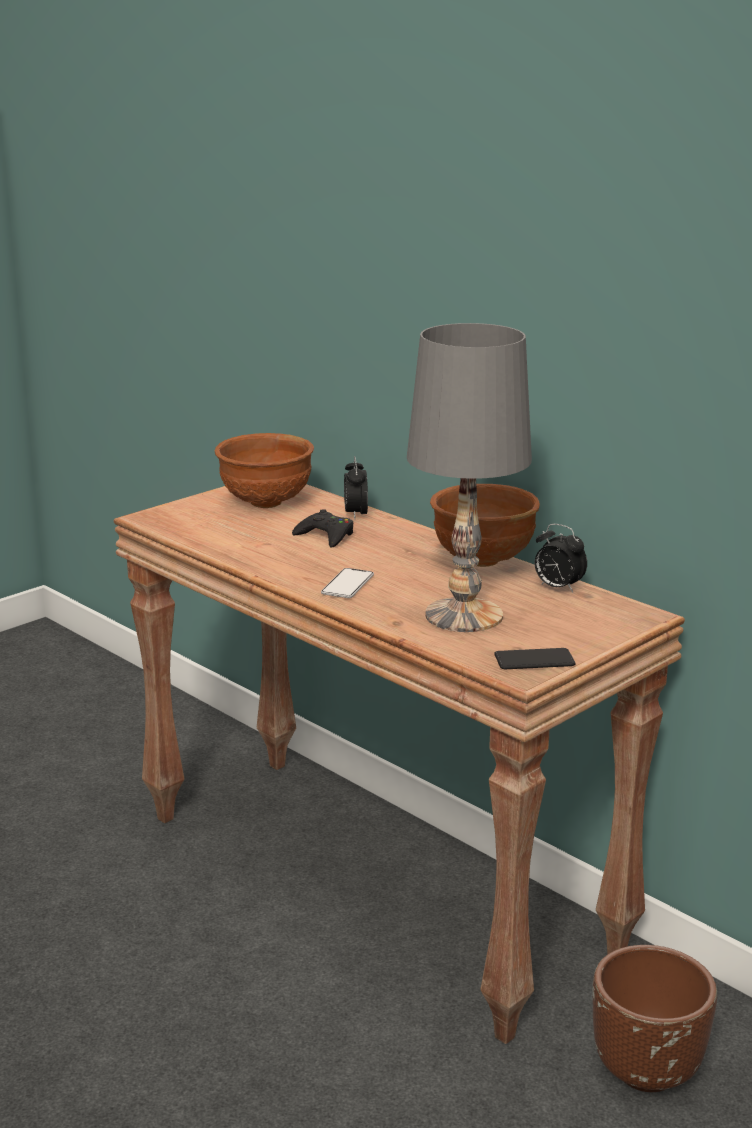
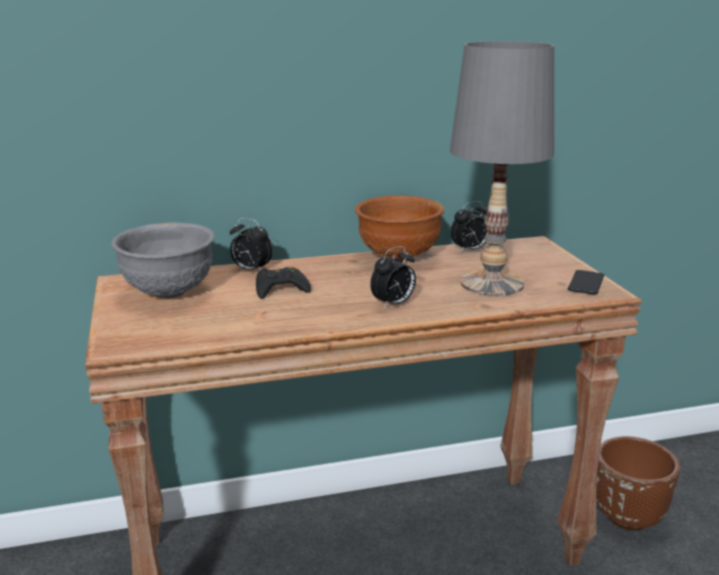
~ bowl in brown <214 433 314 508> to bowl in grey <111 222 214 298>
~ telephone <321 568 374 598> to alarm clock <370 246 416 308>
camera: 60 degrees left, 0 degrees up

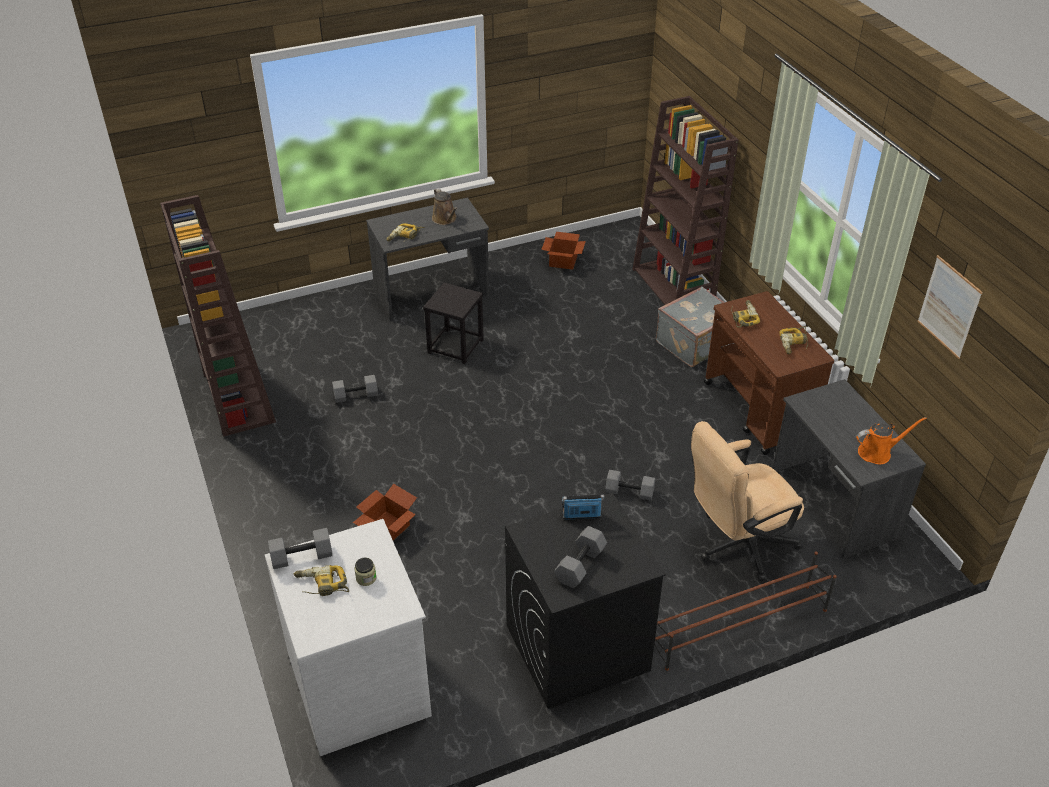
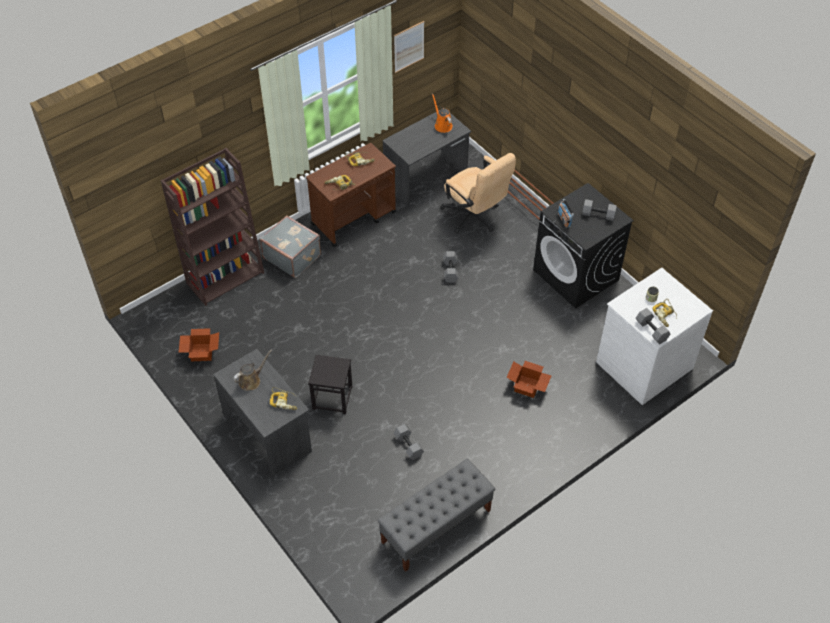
~ bookcase in brown <160 195 276 437> to bench in grey <378 458 495 572>
camera: 105 degrees left, 10 degrees up

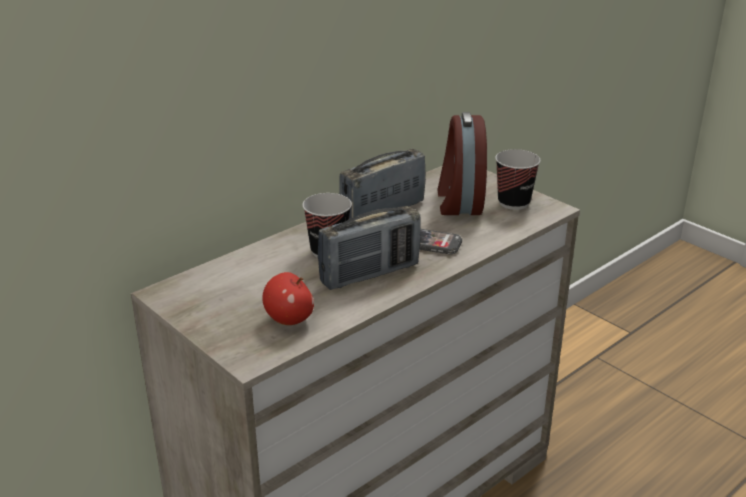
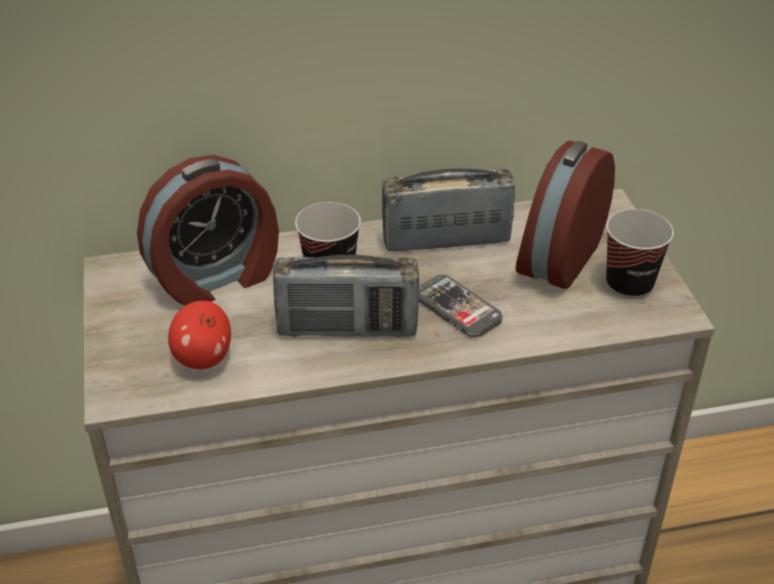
+ alarm clock <137 155 279 306>
camera: 30 degrees right, 10 degrees up

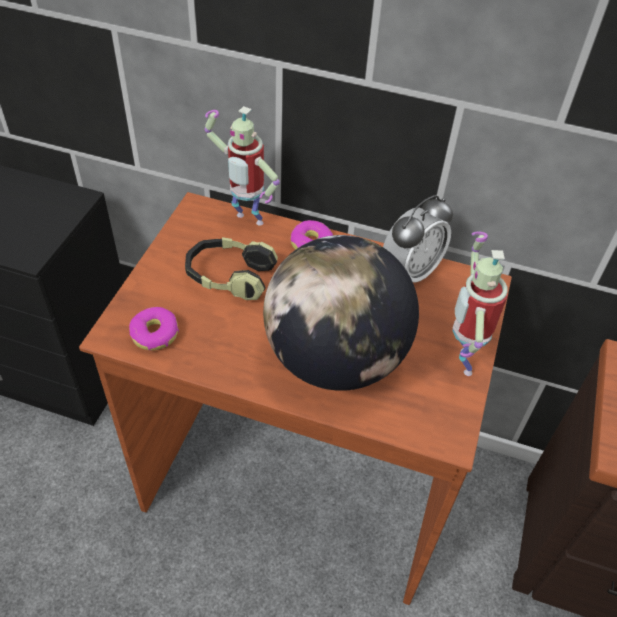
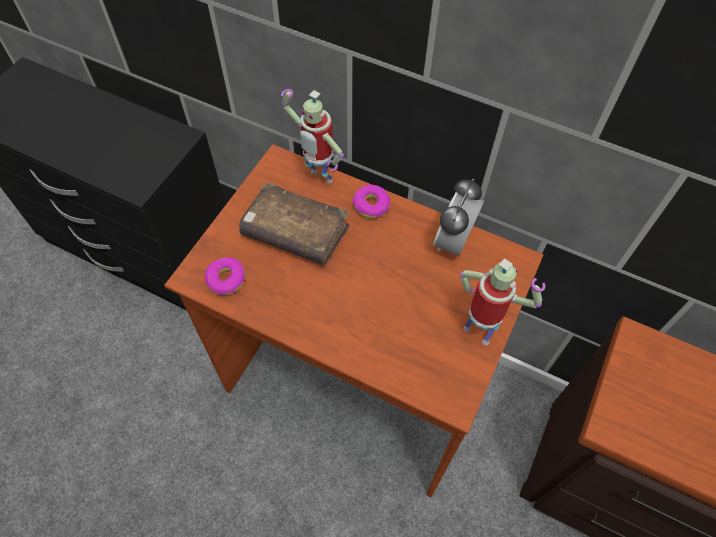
~ alarm clock <383 195 453 283> = <433 178 484 256> 150 degrees clockwise
~ toy robot <452 231 508 376> = <460 258 545 345> 120 degrees clockwise
- globe <263 235 419 391>
~ pair of headphones <185 237 278 300> to book in brown <239 182 350 266>
camera: 10 degrees right, 10 degrees up

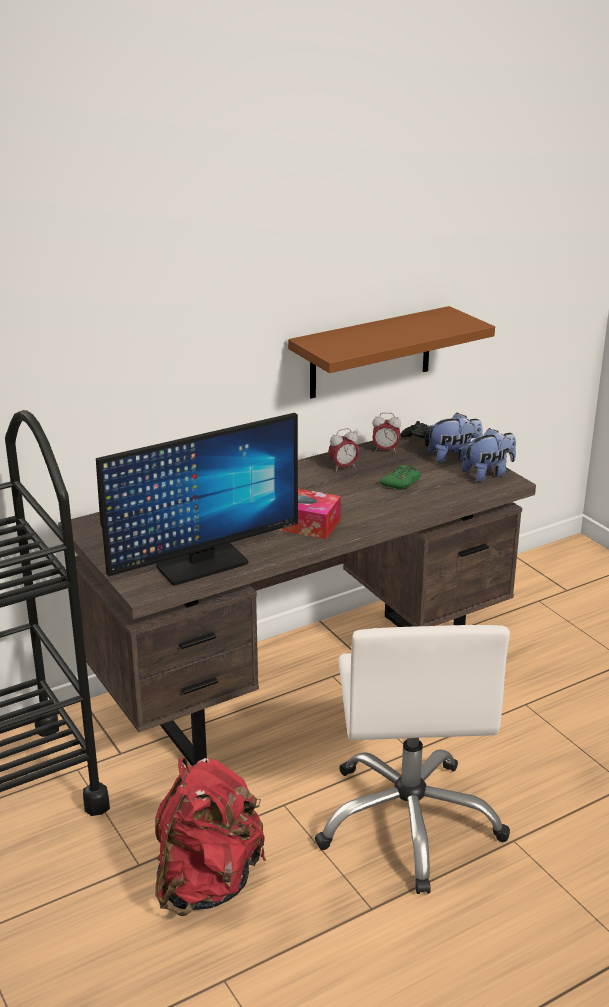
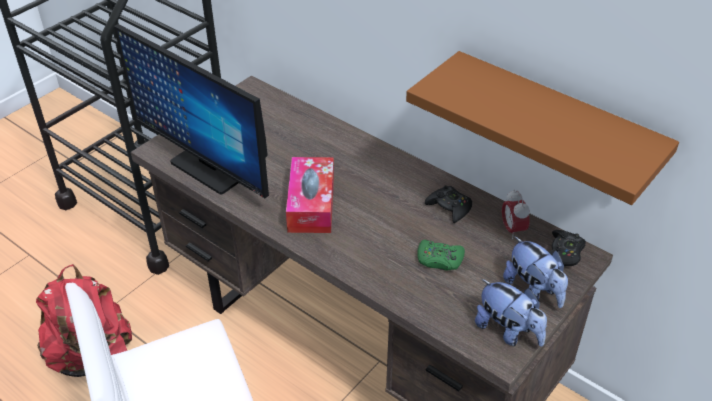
~ alarm clock <328 428 359 471> to game controller in black-coloured <425 185 472 223>
camera: 70 degrees right, 15 degrees up

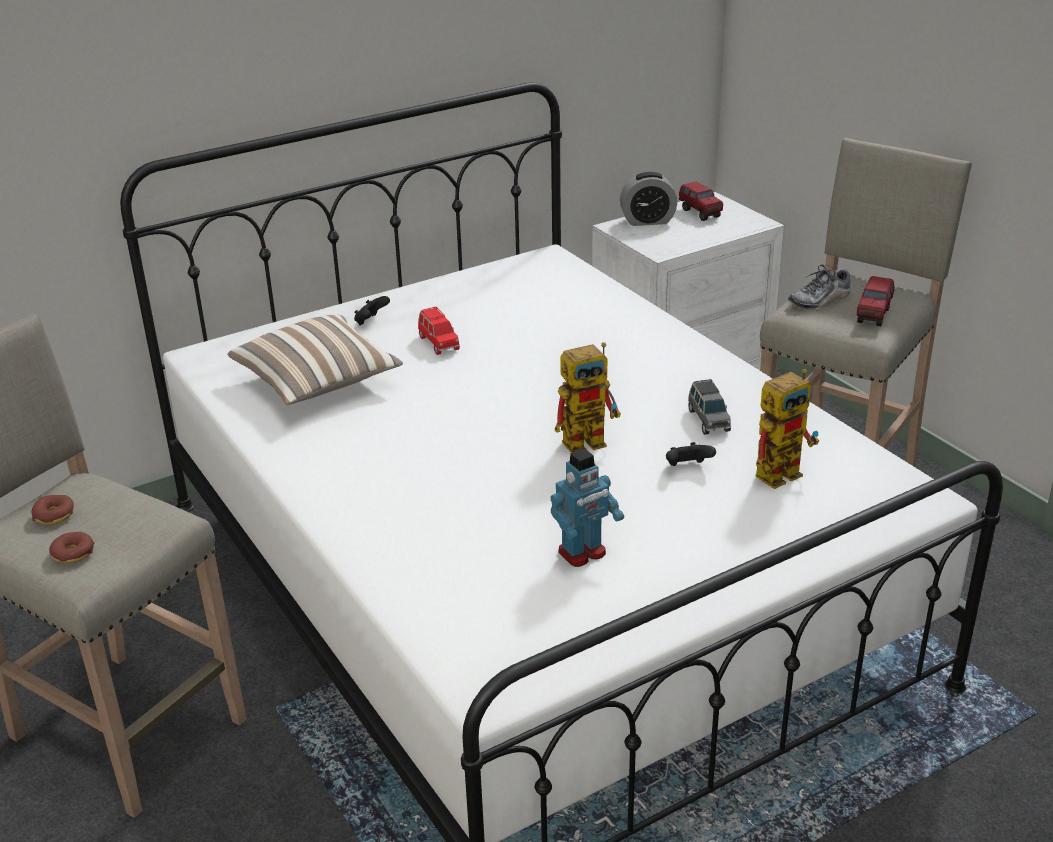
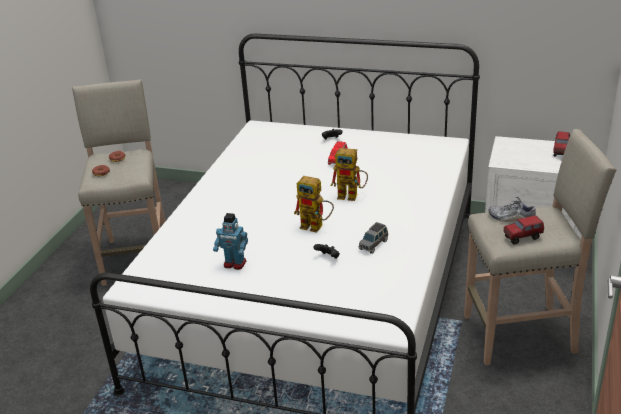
- alarm clock <620 172 677 226>
- throw pillow <228 314 403 405>
~ toy robot <755 369 820 489> to <331 148 368 201>
camera: 50 degrees right, 0 degrees up

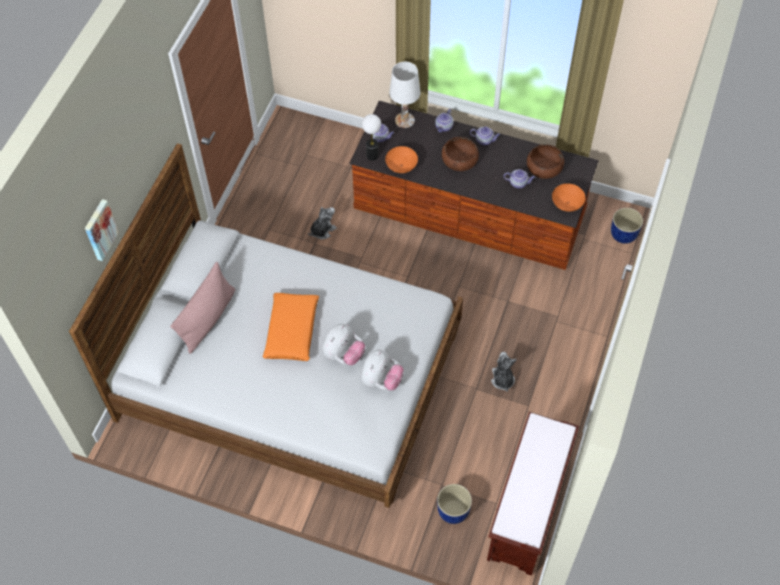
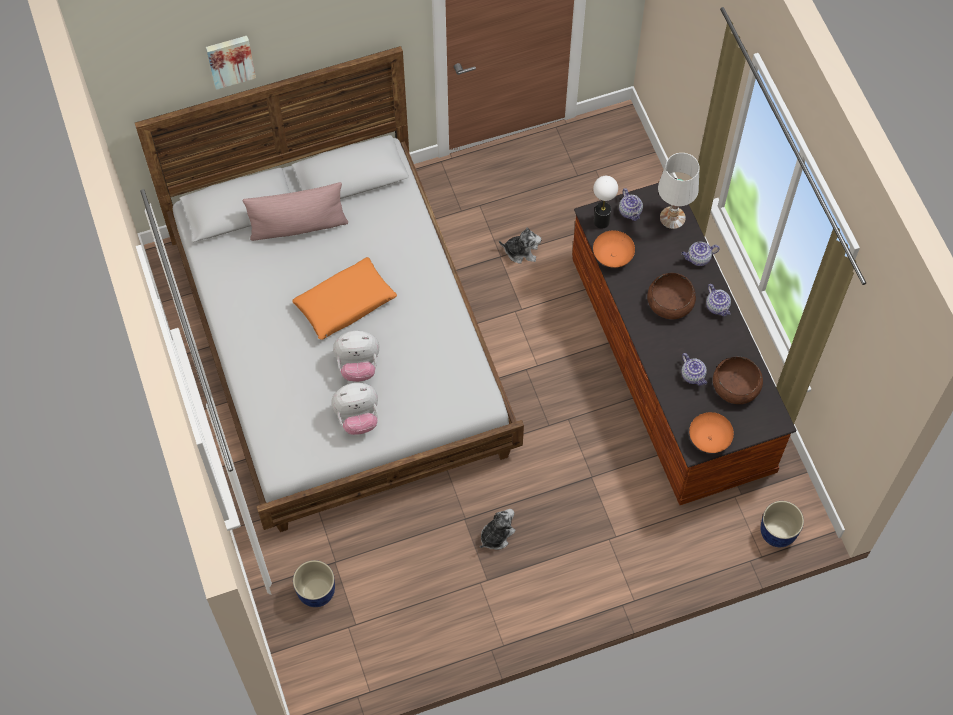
- bench in brown <487 412 579 576>
camera: 50 degrees right, 5 degrees up

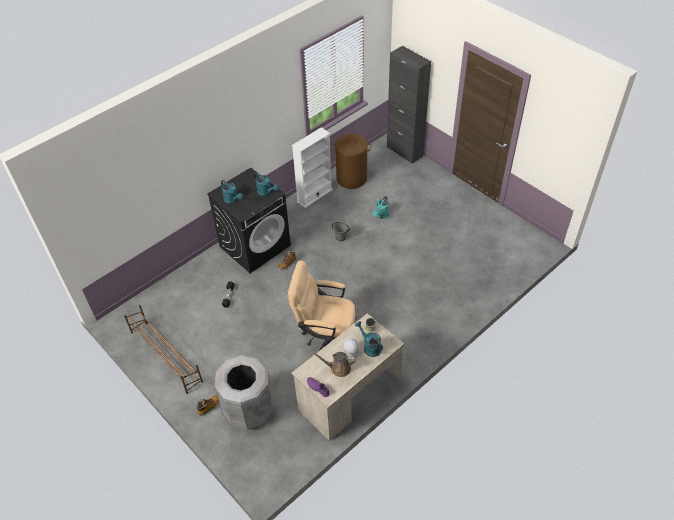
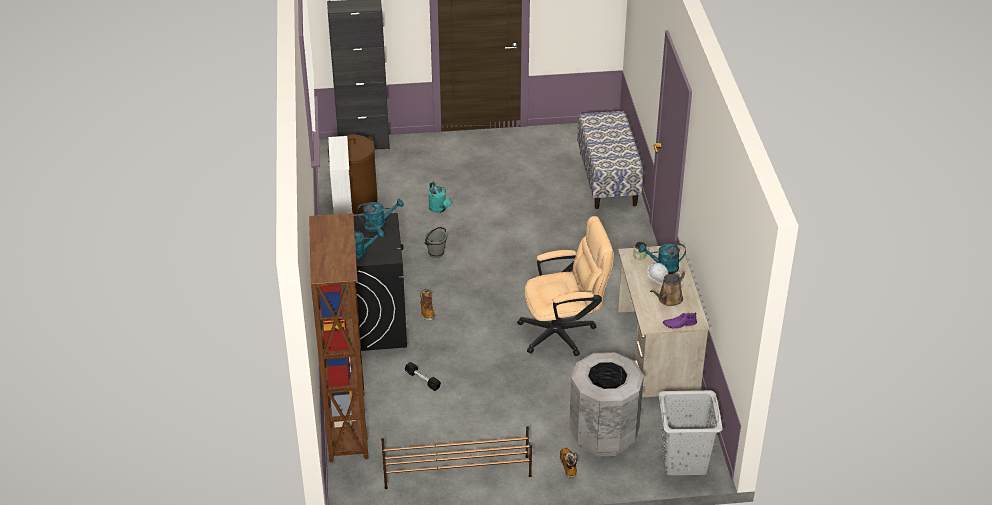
~ computer chair in beige <288 260 355 352> = <517 216 614 356> 150 degrees counterclockwise
+ bench <577 111 643 209>
+ bookcase in brown <309 213 369 462>
+ washing basket in grey <658 390 723 475>
camera: 55 degrees left, 10 degrees down

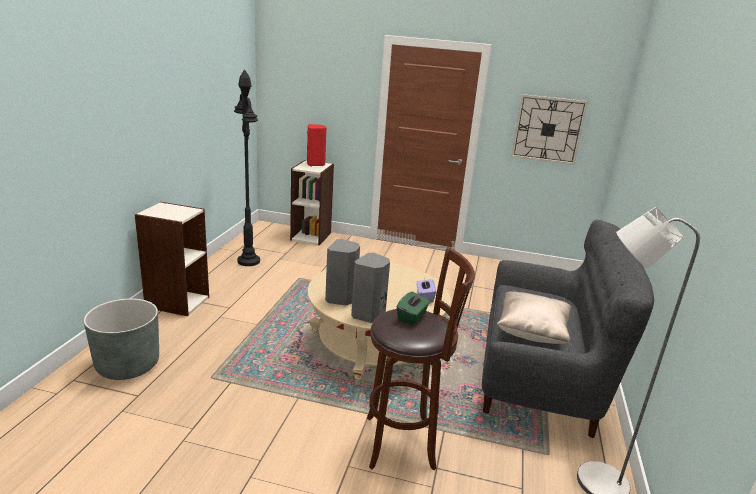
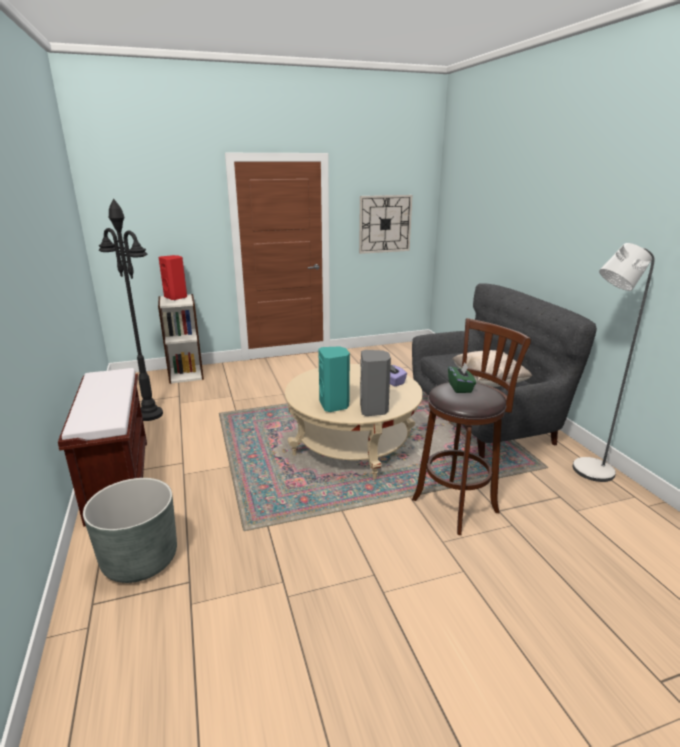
~ bookcase <135 202 209 316> to bench in brown <58 368 147 527>
~ loudspeaker in grey <325 239 360 305> to loudspeaker in blue-green <318 346 350 412>
camera: 30 degrees left, 0 degrees up

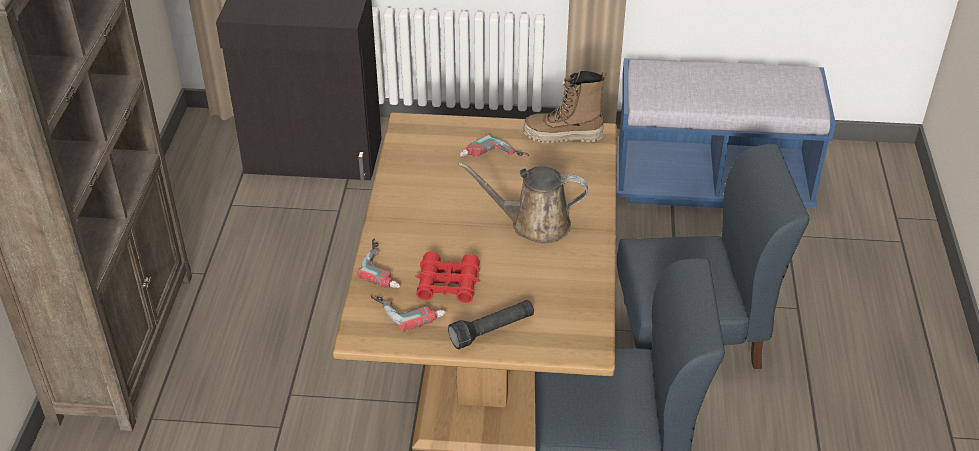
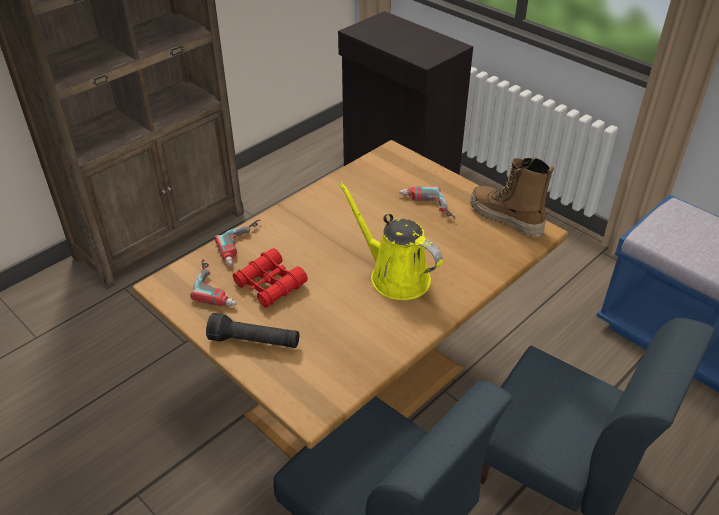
~ watering pot in brown <458 162 588 243> to watering pot in yellow-coloured <338 181 443 300>
camera: 40 degrees right, 0 degrees up

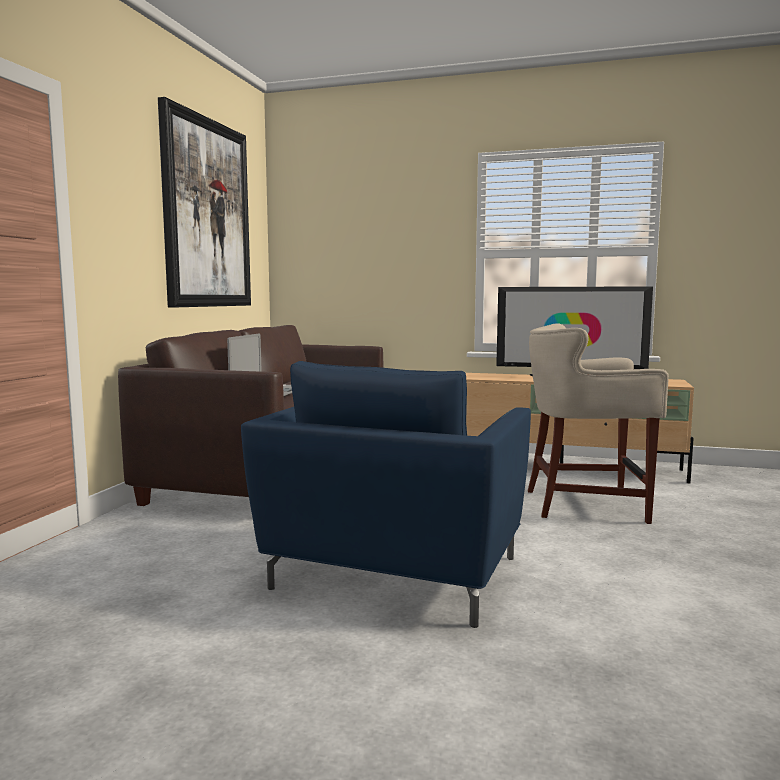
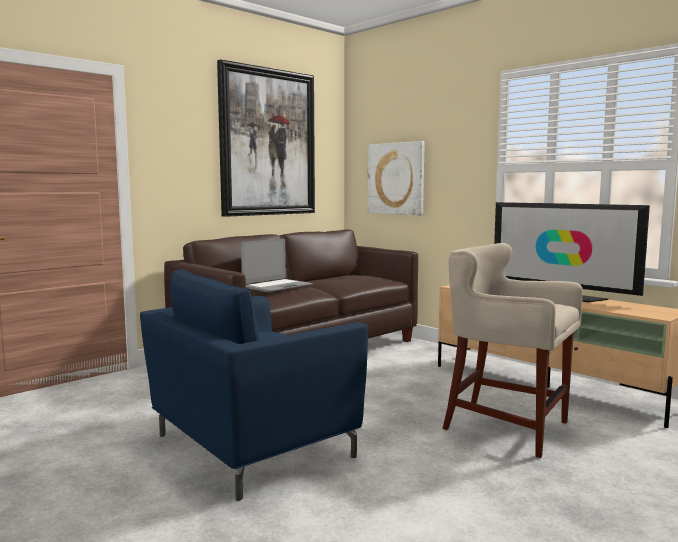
+ picture <368 141 425 216>
camera: 30 degrees right, 0 degrees up

